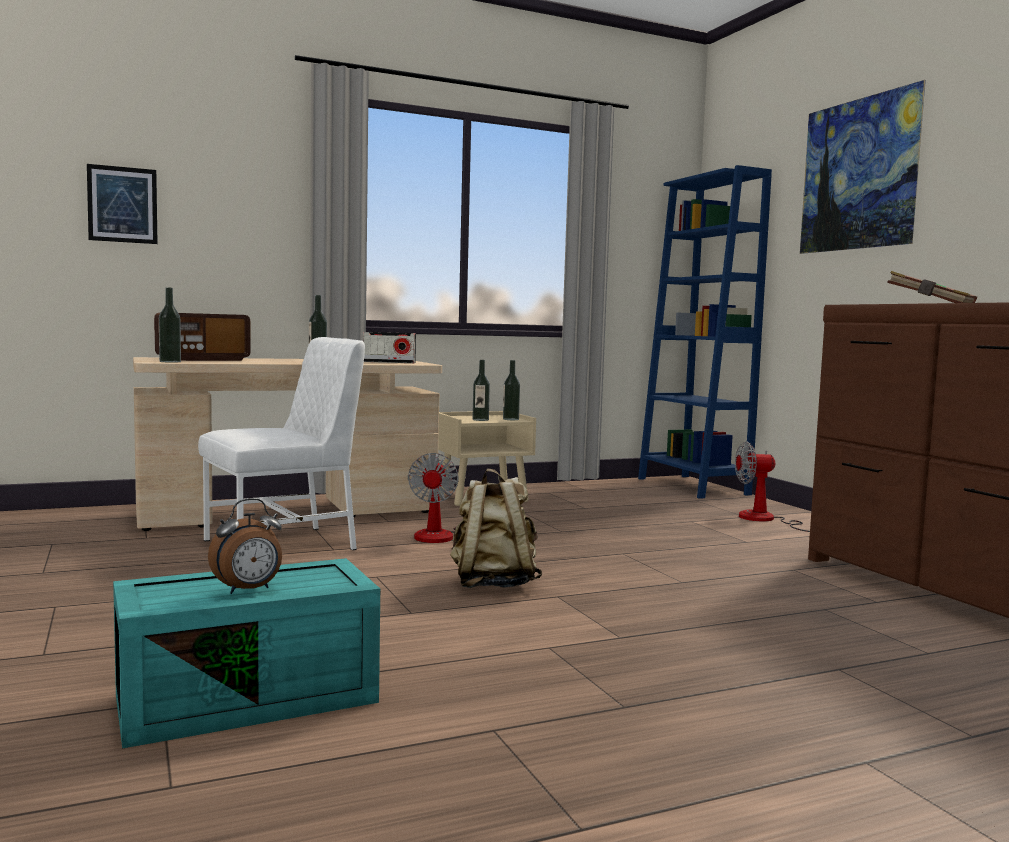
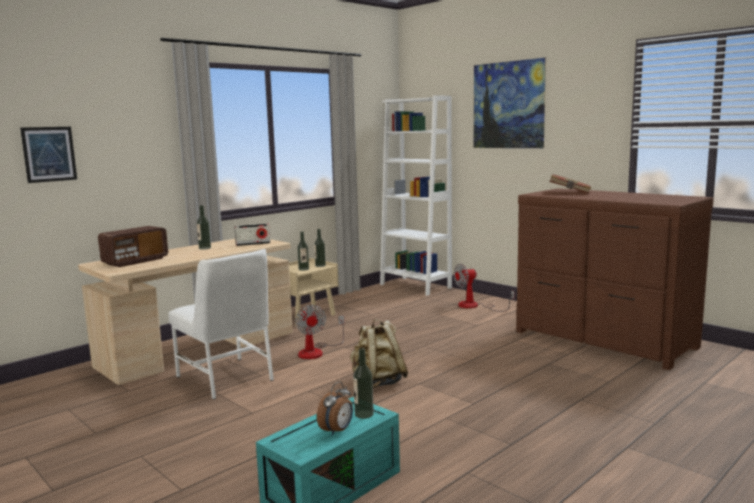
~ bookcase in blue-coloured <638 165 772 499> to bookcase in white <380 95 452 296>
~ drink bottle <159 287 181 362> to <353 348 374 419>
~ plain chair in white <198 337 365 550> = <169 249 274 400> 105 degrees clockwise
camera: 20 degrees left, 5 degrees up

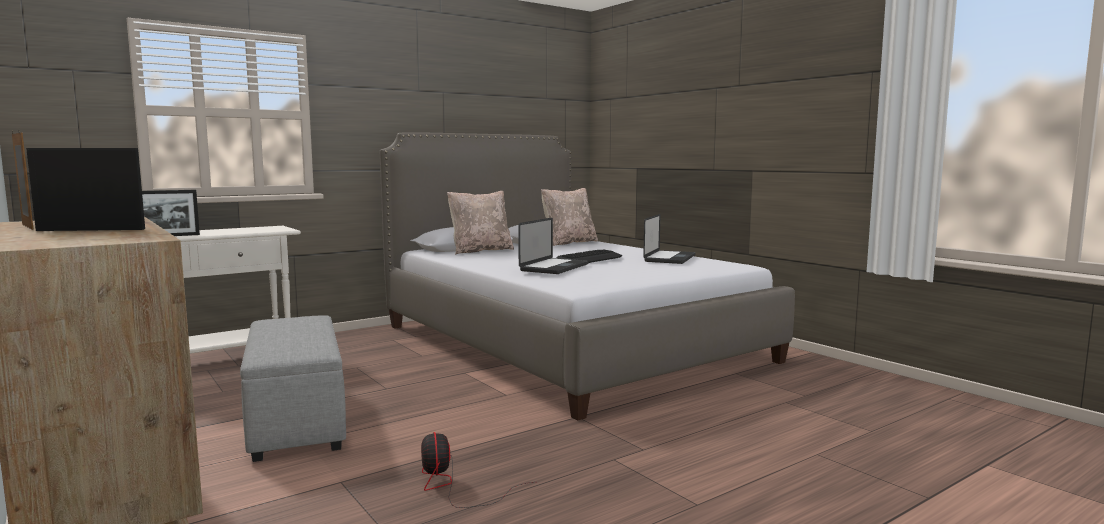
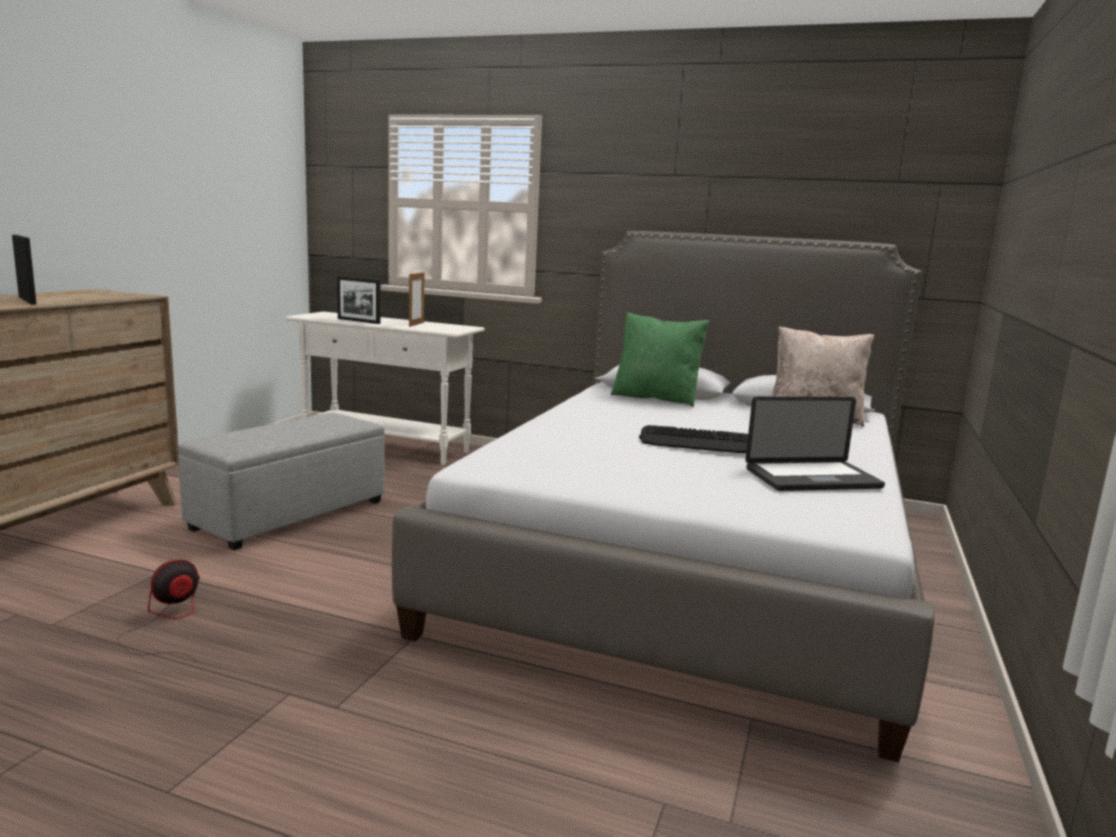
~ picture frame <12 131 34 230> to <409 273 424 327>
~ throw pillow in beige <447 191 514 254> to throw pillow in green <611 312 709 407>
- laptop <518 218 589 274>
camera: 55 degrees right, 5 degrees up

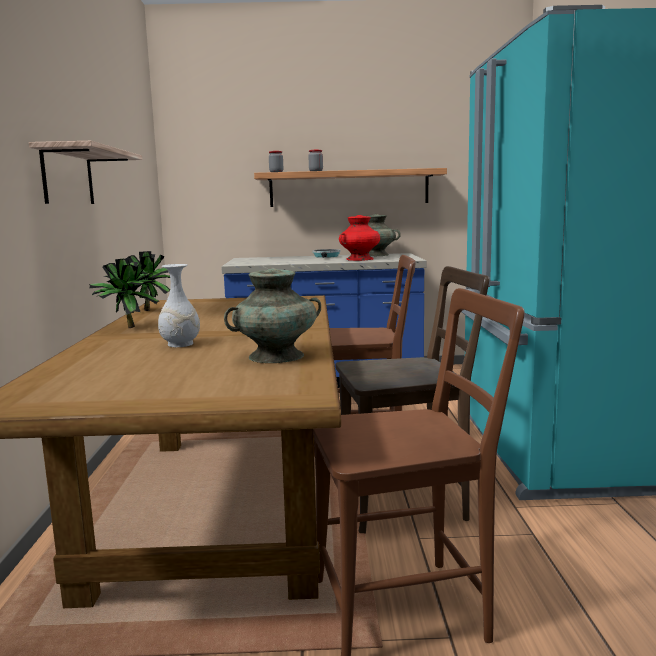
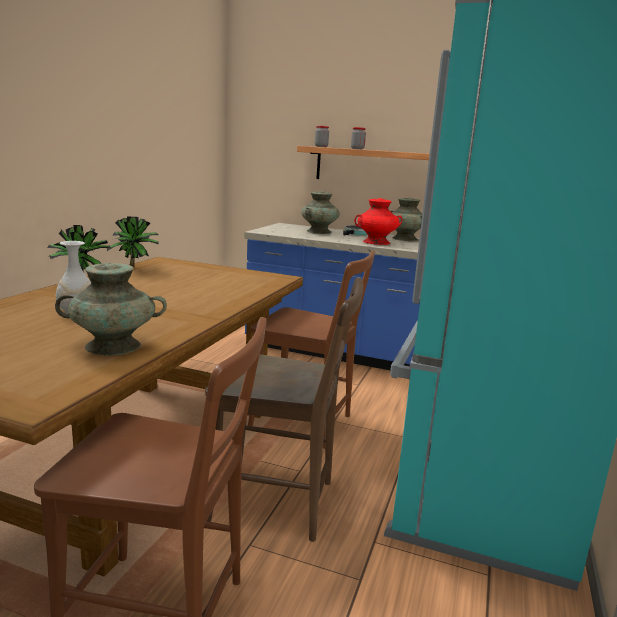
- bracket shelf <29 141 142 204>
+ decorative vase in blue-green <301 191 340 234>
camera: 20 degrees right, 5 degrees up

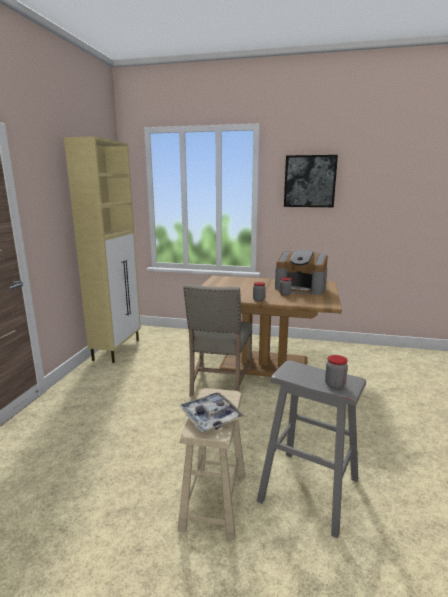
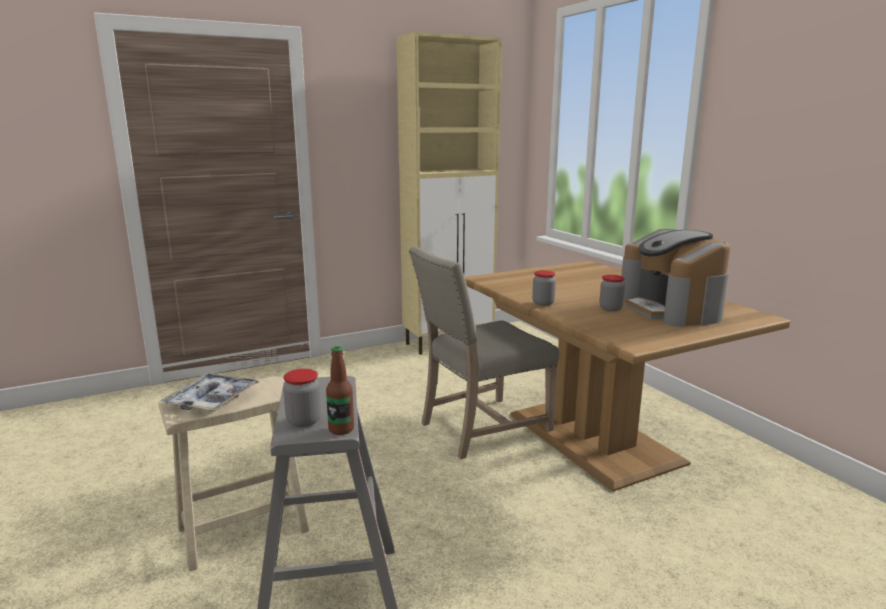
- picture <284 155 338 207>
+ drink bottle <326 346 354 435>
camera: 50 degrees right, 0 degrees up

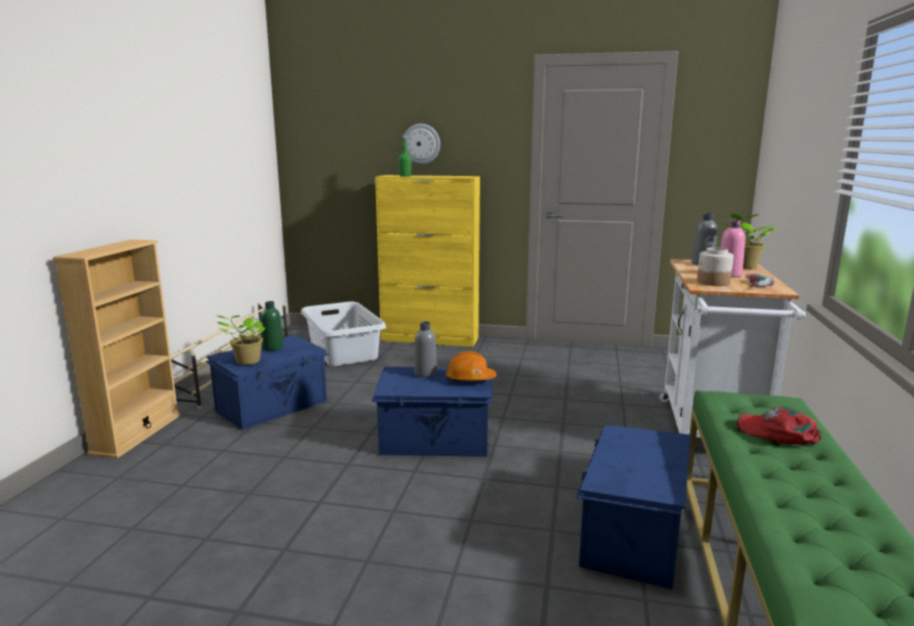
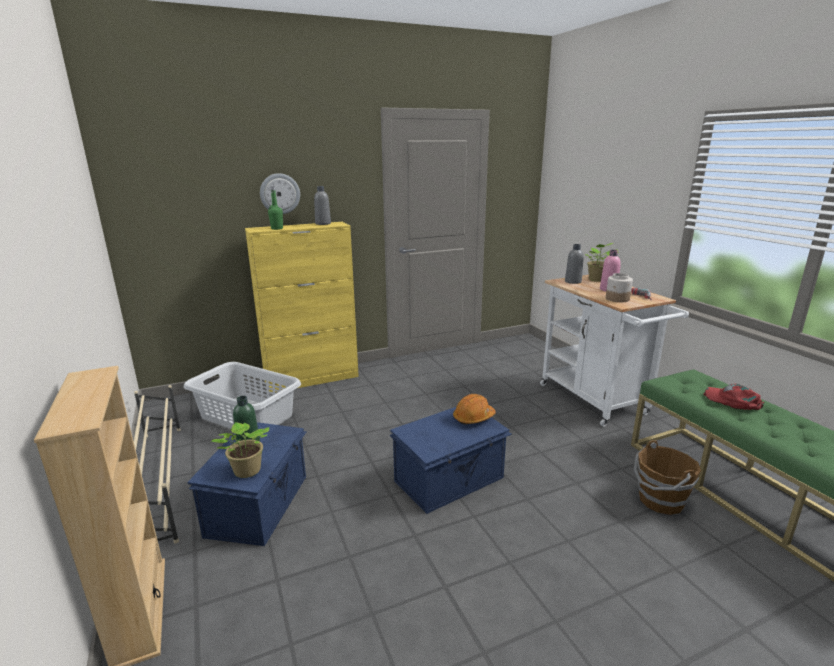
~ drink bottle in grey <414 321 437 377> to <314 186 331 225>
~ cap in red <736 407 822 445> = <703 384 765 410> 45 degrees clockwise
~ storage container in blue-coloured <576 425 691 590> to water bucket in brown <634 440 701 515>
camera: 35 degrees left, 5 degrees up

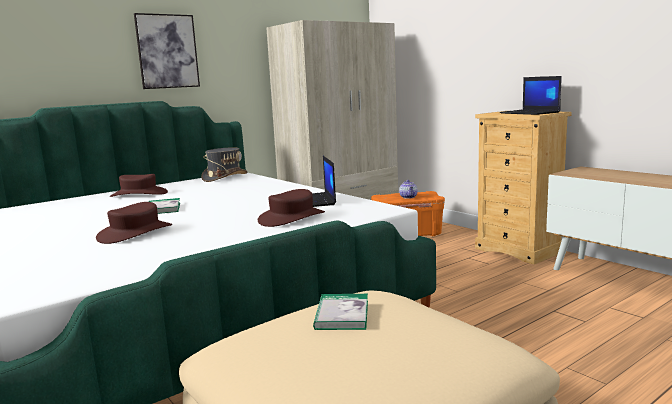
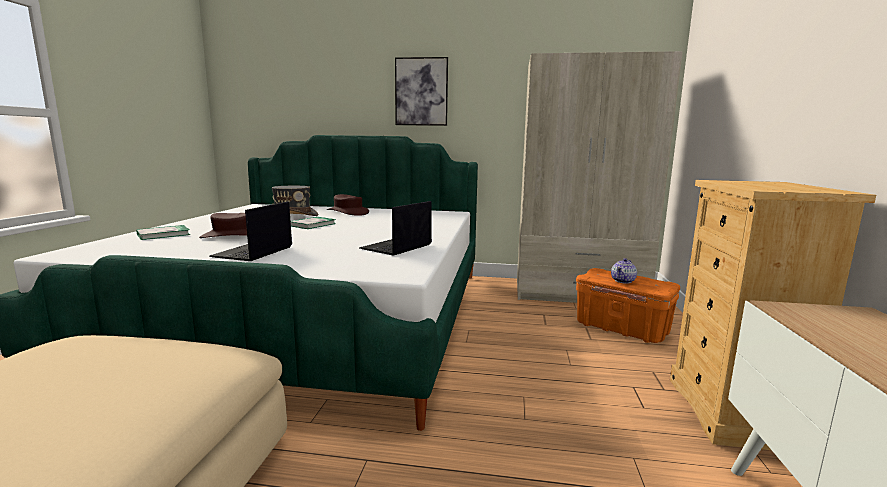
~ laptop <500 76 562 115> to <209 202 292 261>
~ clothing hat in grey <201 147 247 182> to <272 186 318 216>
- clothing hat in brown <258 189 325 227>
~ book <313 294 368 330> to <136 225 190 240>
camera: 45 degrees right, 0 degrees up

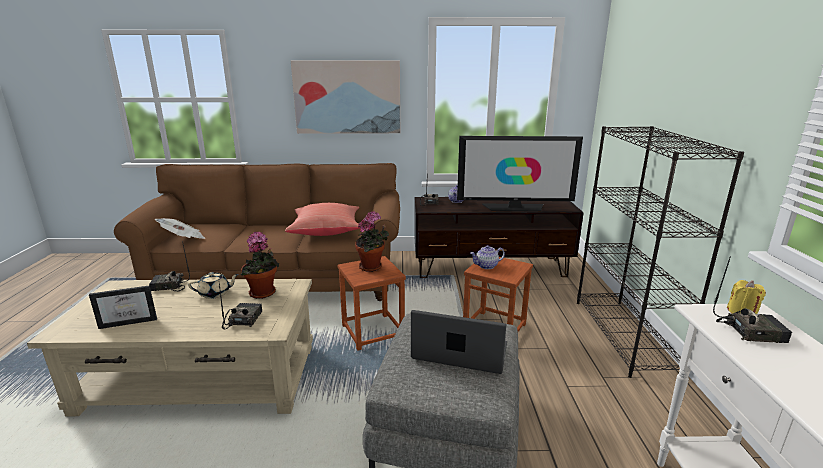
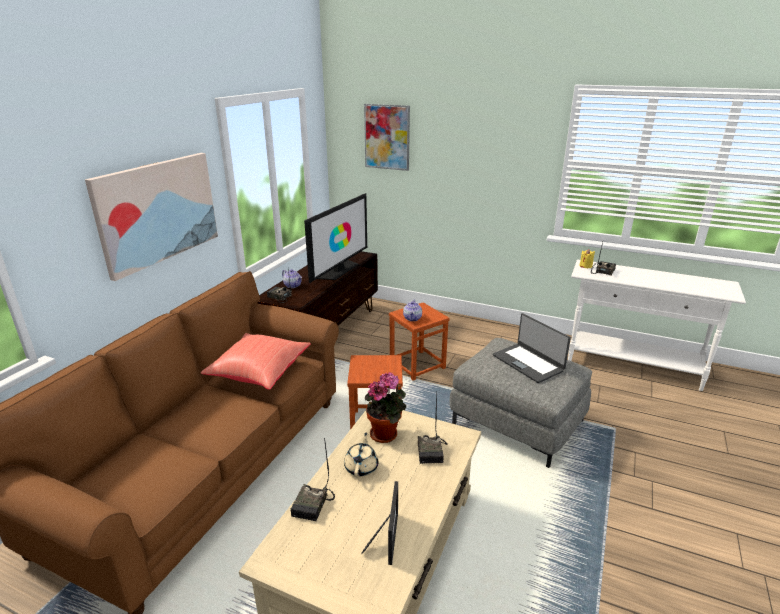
- bookcase in black-coloured <577 126 744 378>
- potted plant <355 211 389 272>
- newspaper <155 218 206 239>
~ radio <219 283 262 330> = <418 391 448 464> 120 degrees counterclockwise
~ laptop <411 310 507 374> = <493 313 571 383> 75 degrees counterclockwise
+ picture <364 104 410 171>
camera: 65 degrees left, 5 degrees up

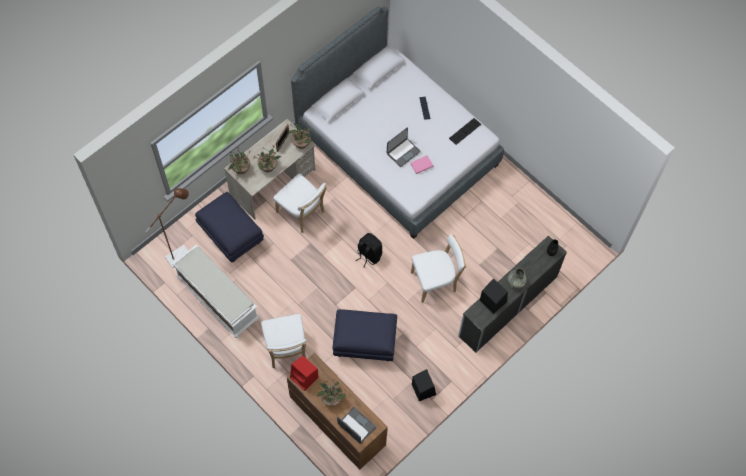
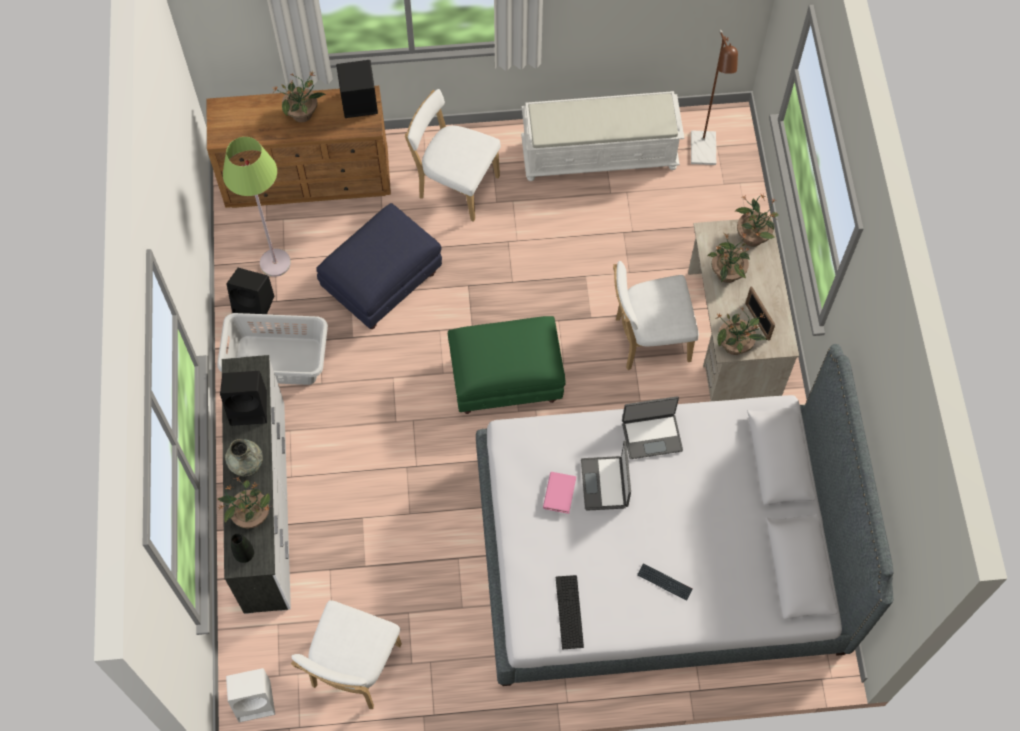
- ottoman in blue-coloured <195 192 264 263>
~ knapsack in black-coloured <355 233 382 268> to ottoman in green <448 316 566 414>
~ plain chair in white <411 234 466 303> to <291 600 402 709>
~ loudspeaker in red <290 356 318 391> to loudspeaker in black-coloured <336 60 378 118>
~ laptop <337 407 376 444> to <622 396 683 459>
+ floor lamp in green <223 137 291 277>
+ washing basket in grey <217 313 328 385>
+ potted plant <218 477 271 529>
+ loudspeaker in white <226 668 275 722>
camera: 130 degrees right, 0 degrees up

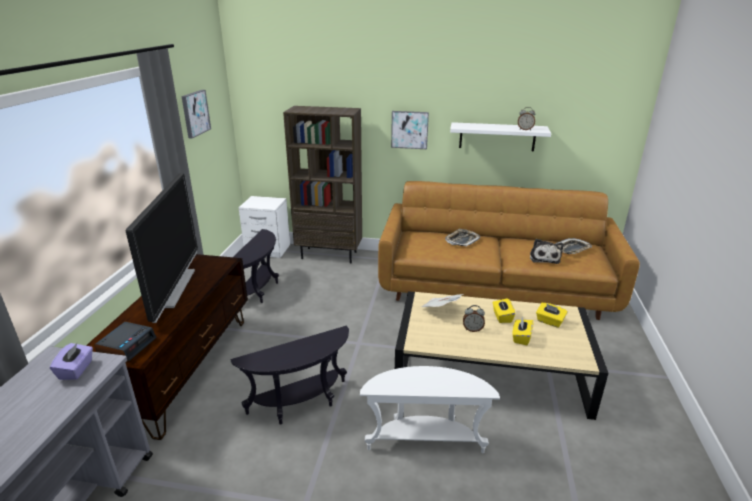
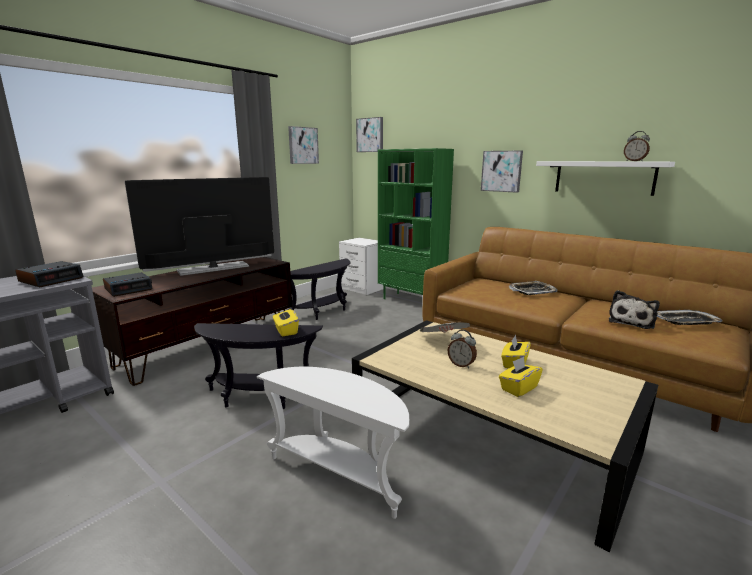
~ bookcase in brown <283 106 362 263> to bookcase in green <378 148 454 299>
~ TV set <126 173 198 323> = <125 177 274 276> 150 degrees counterclockwise
~ tissue holder in yellow-coloured <536 303 568 328> to <273 309 299 336>
~ tissue holder in purplish <50 343 93 380> to alarm clock <15 261 84 287>
+ picture <356 117 383 152>
camera: 30 degrees right, 10 degrees down

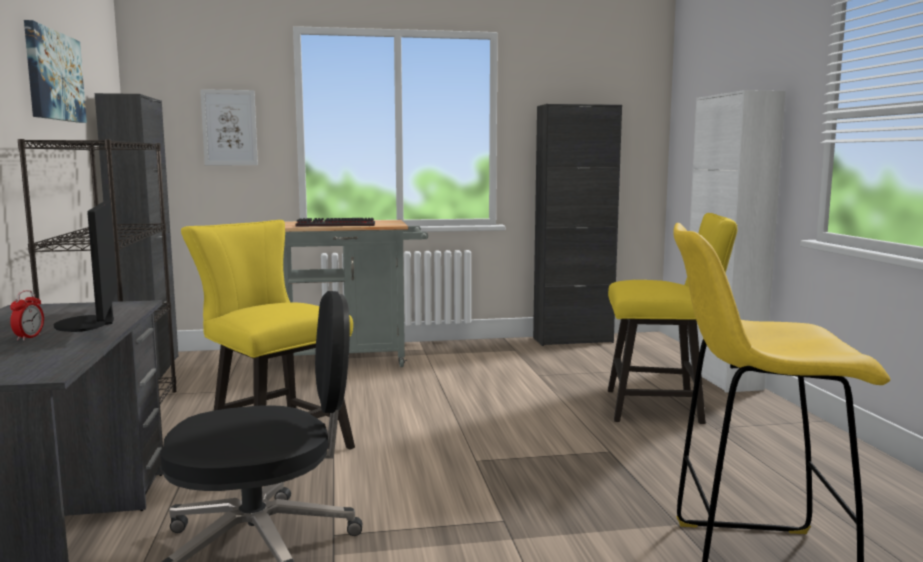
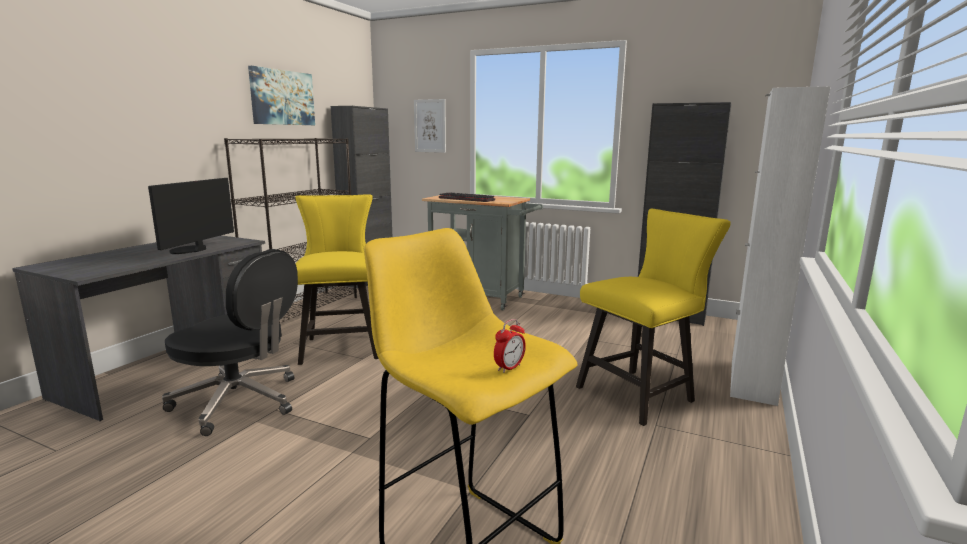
~ plain chair in yellow-coloured <608 213 738 424> = <576 209 731 426> 75 degrees counterclockwise
~ alarm clock <10 290 44 341> to <494 319 526 373>
camera: 35 degrees right, 5 degrees up

